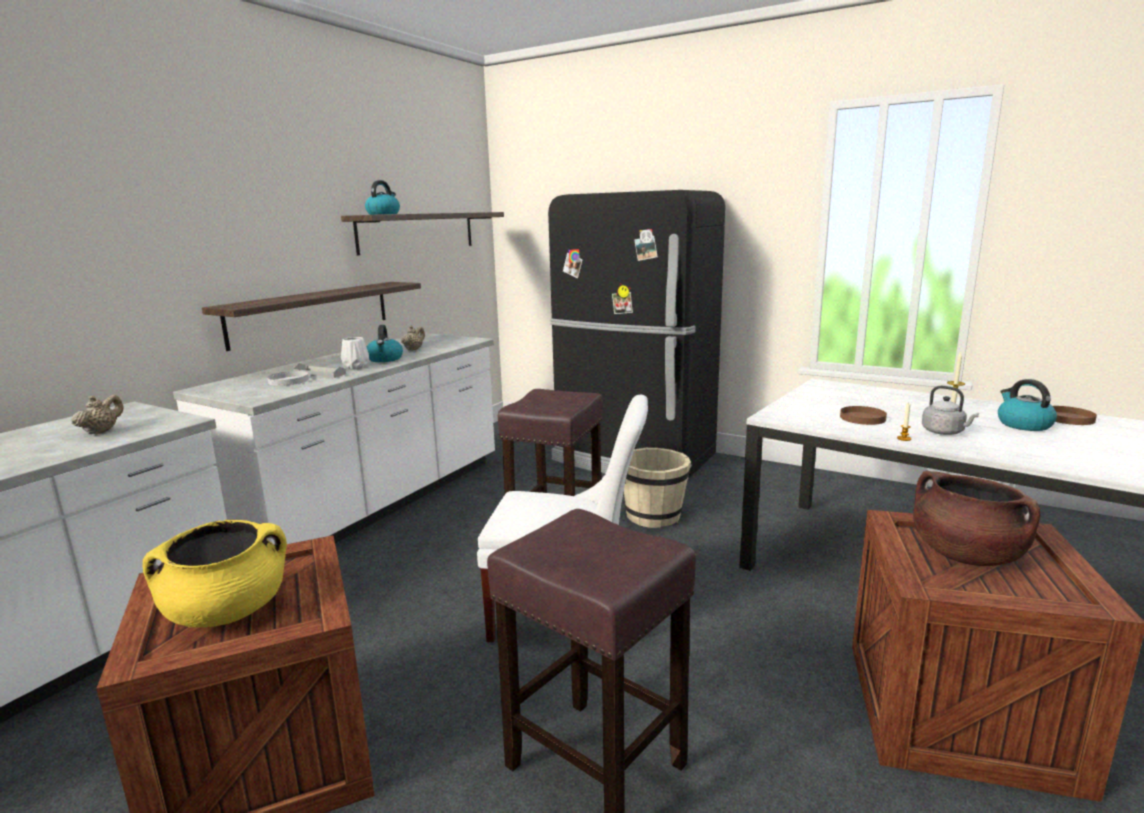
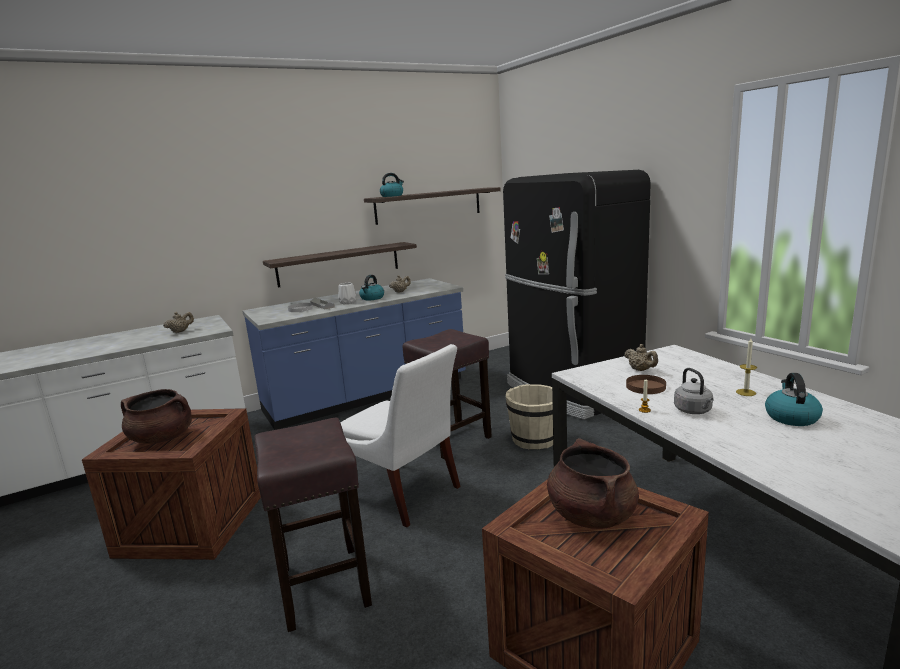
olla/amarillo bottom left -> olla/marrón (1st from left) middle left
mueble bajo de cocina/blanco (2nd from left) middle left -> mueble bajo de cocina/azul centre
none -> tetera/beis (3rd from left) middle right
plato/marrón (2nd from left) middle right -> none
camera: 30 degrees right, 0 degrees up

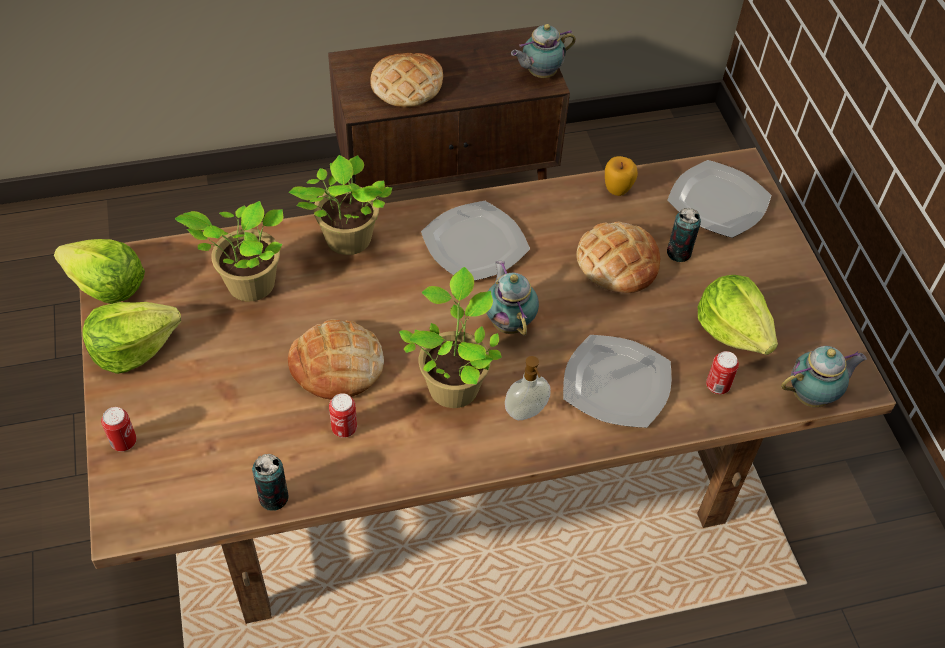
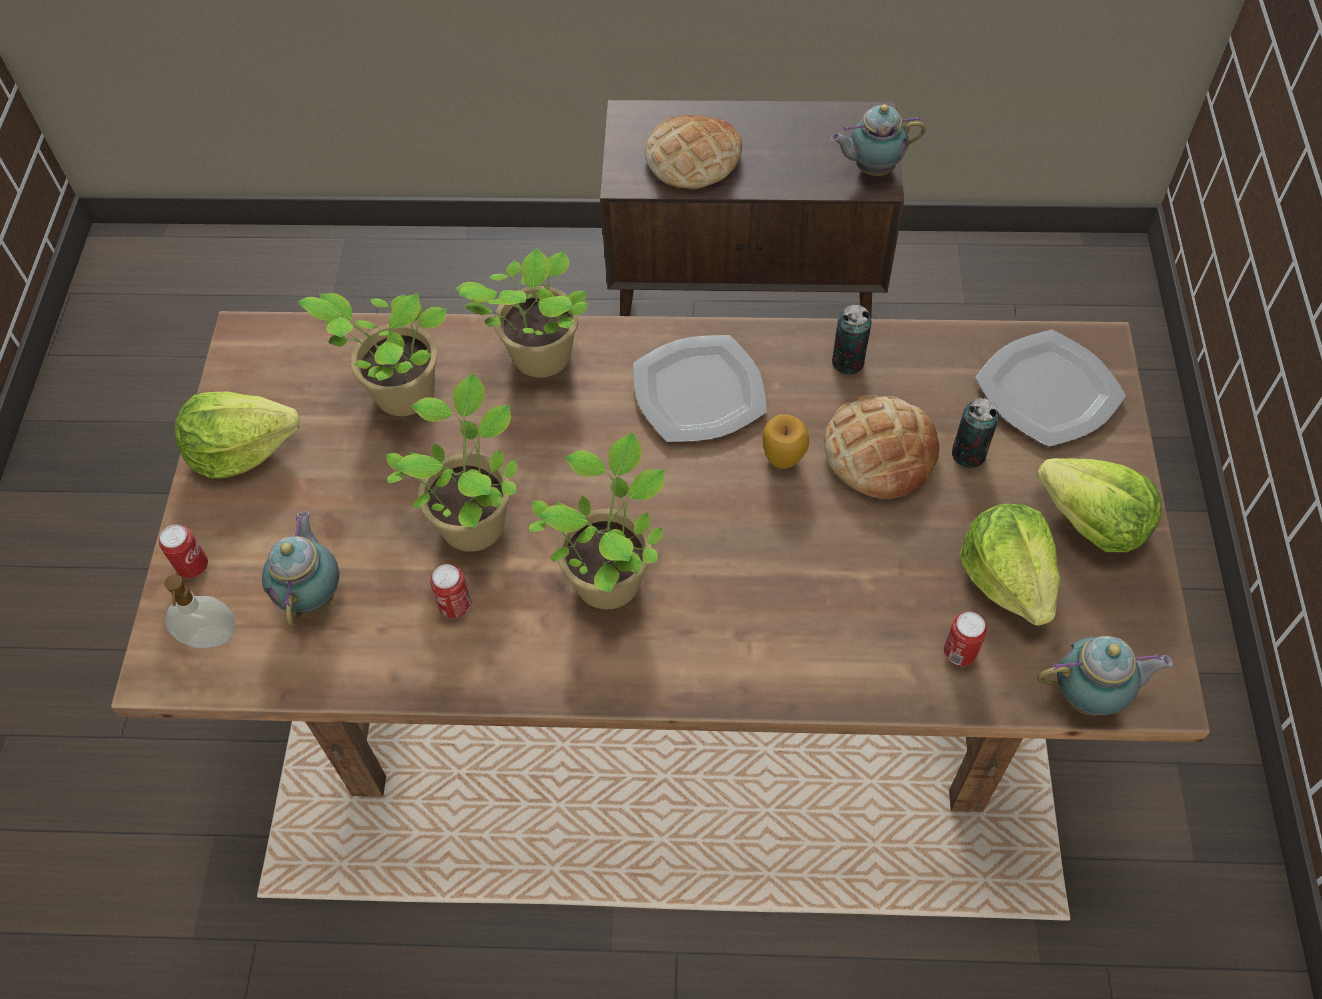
dispensador de jabón centre -> dispensador de jabón middle left, move
tetera (1st from left) centre -> tetera (1st from left) middle left, move
pan (1st from left) centre -> planta en maceta (2nd from left) centre
manzana top centre -> manzana centre, move
lata (2nd from left in the first image) bottom left -> lata (3rd from left) centre, move
lechuga (1st from left in the first image) middle left -> lechuga (3rd from left) middle right, move
plato (2nd from left) centre -> none
camera: 20 degrees right, 5 degrees up

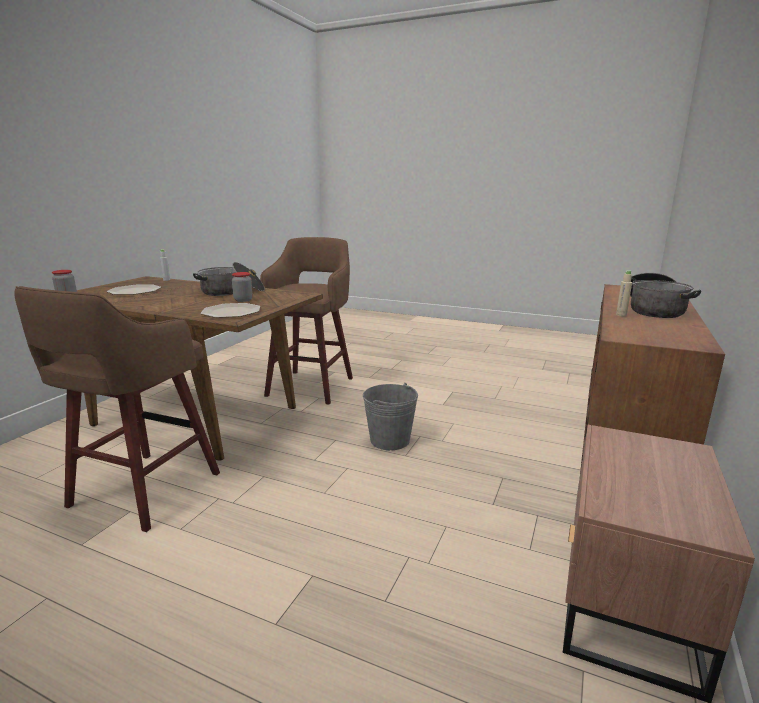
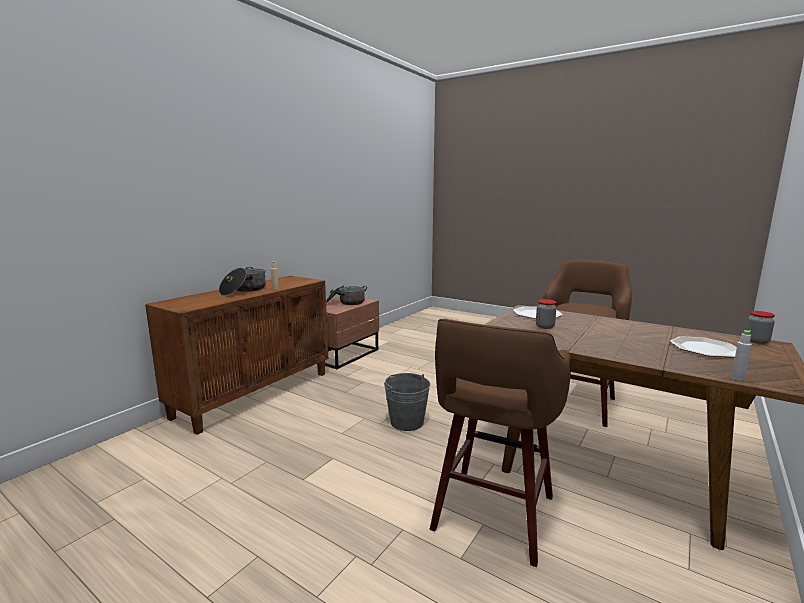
olla (1st from left in the first image) middle left -> olla (2nd from left) centre, move
camera: 170 degrees left, 5 degrees down

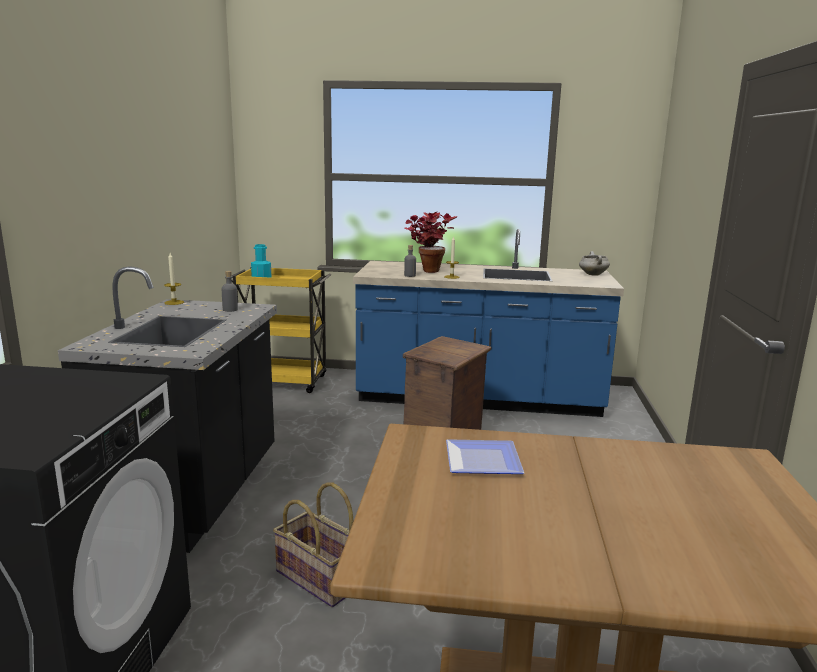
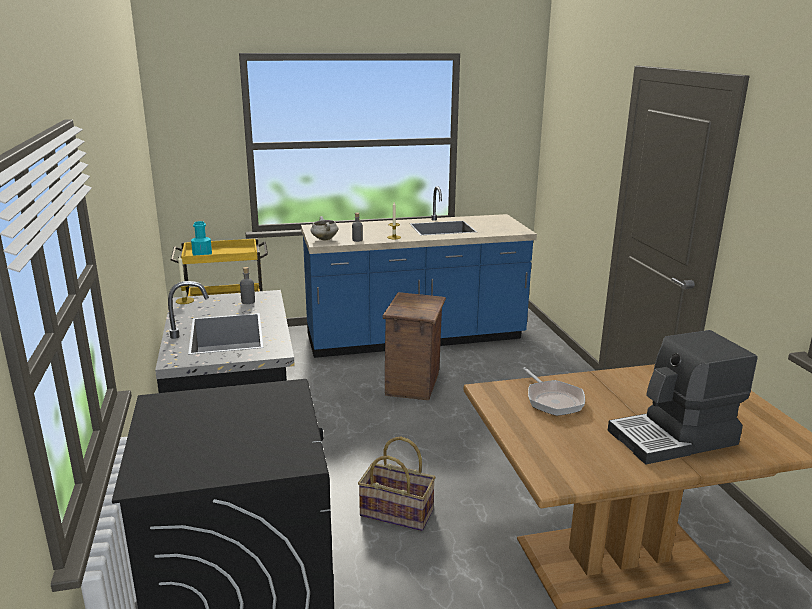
olla/blanco middle right -> olla/blanco centre, move
plato bottom centre -> sartén middle right
none -> cafetera middle right
planta en maceta centre -> none
camera: 20 degrees left, 5 degrees up

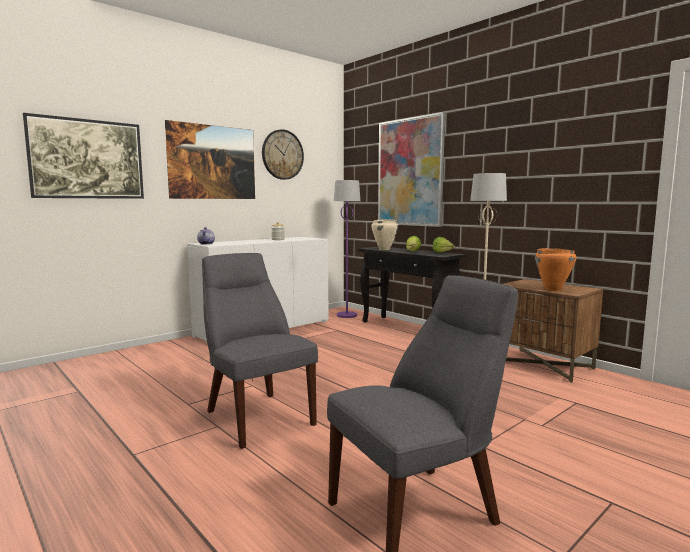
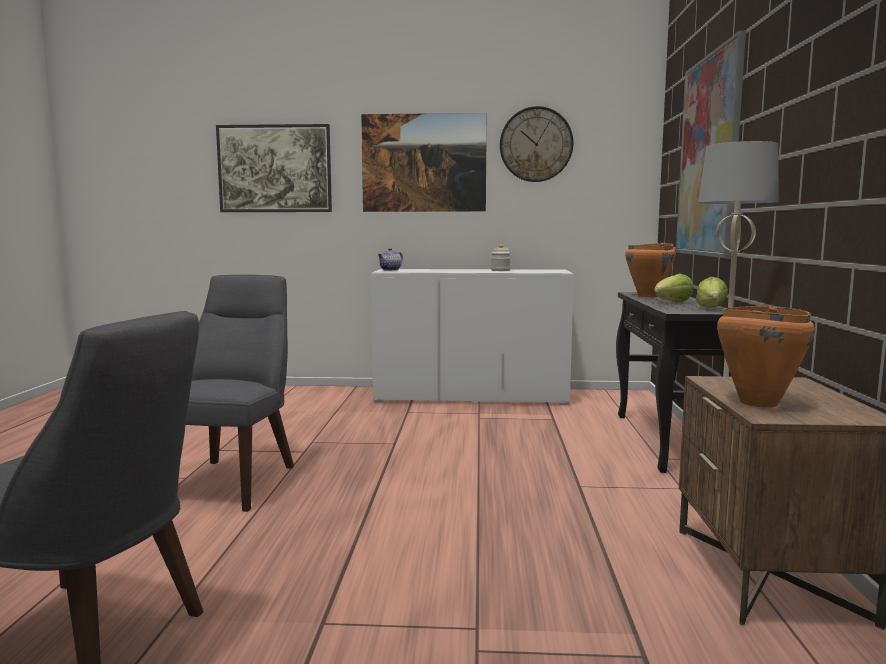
olla/beis centre -> olla/naranja (1st from left) middle right
lámpara de pie/morado centre -> none
camera: 45 degrees right, 0 degrees up

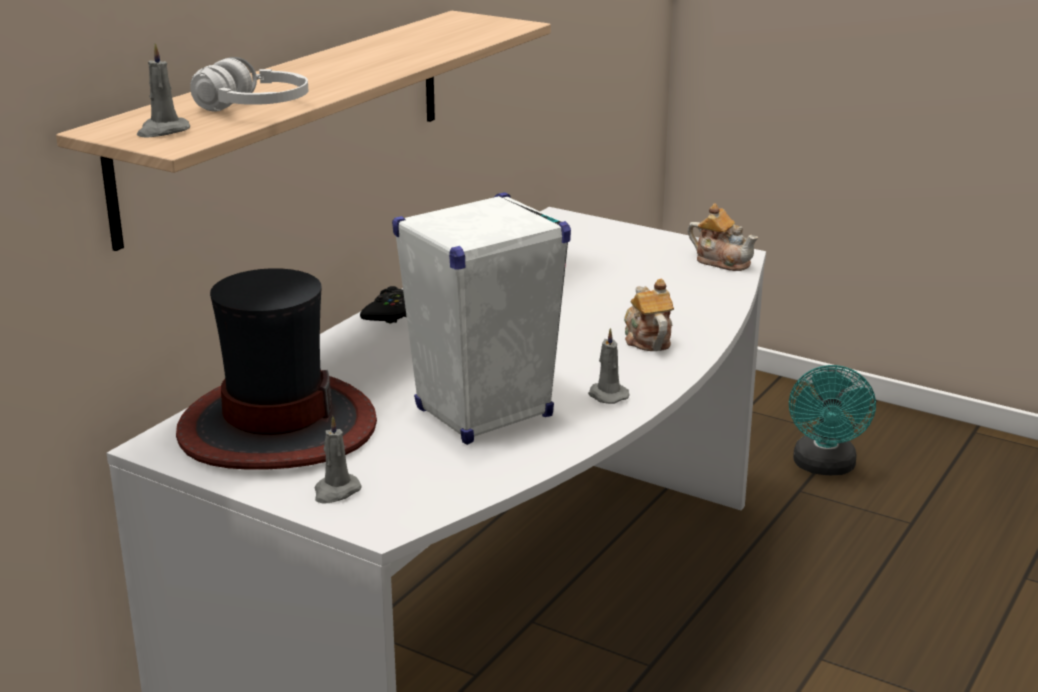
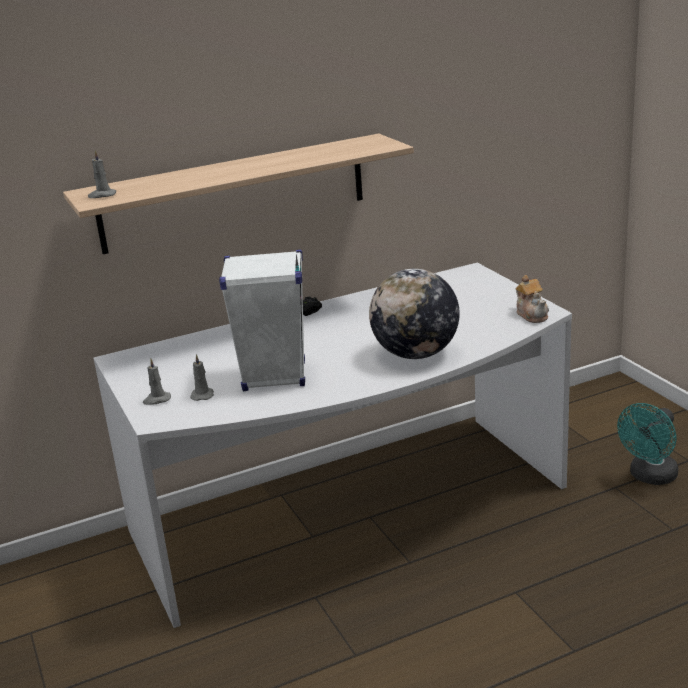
vela/gris (3rd from left) centre -> vela/gris (3rd from left) middle left, move
tetera (1st from left) centre -> globo terráqueo centre
sombrero middle left -> none
auriculares/blanco top left -> none
camera: 35 degrees right, 0 degrees up

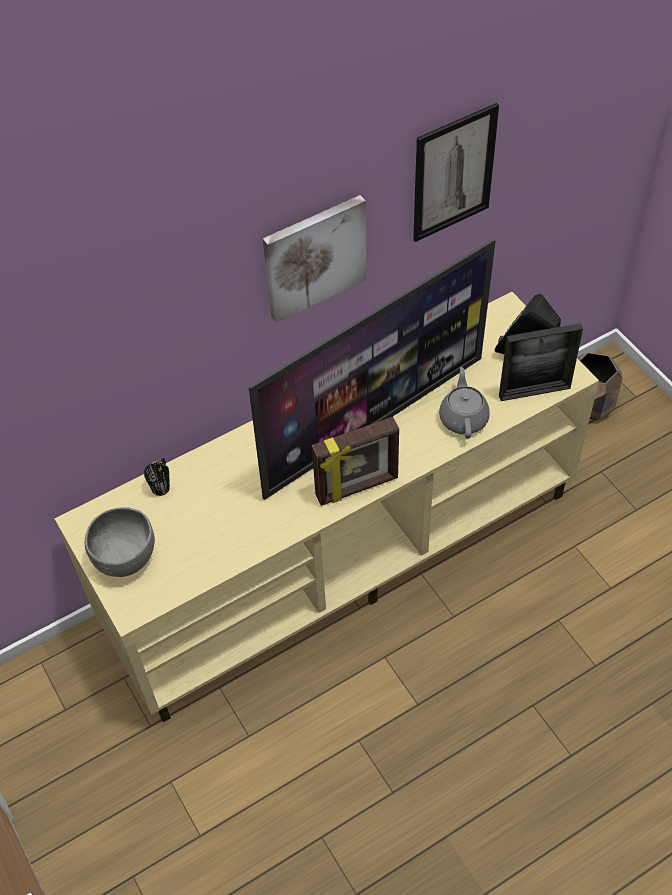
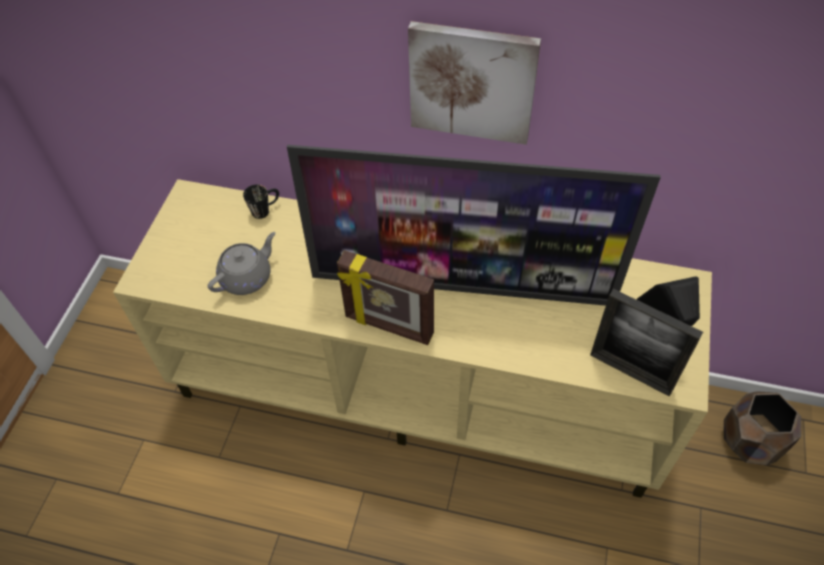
tetera/gris middle right -> tetera/gris middle left, move
cuenco/gris middle left -> none
cuadro (2nd from left) top right -> none
camera: 45 degrees right, 0 degrees up

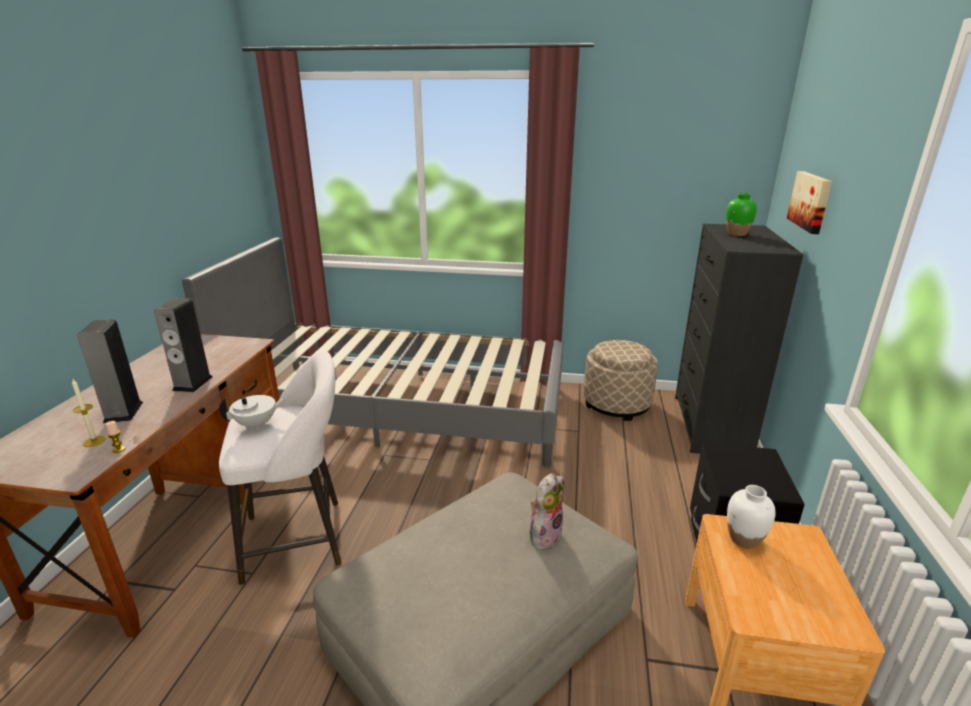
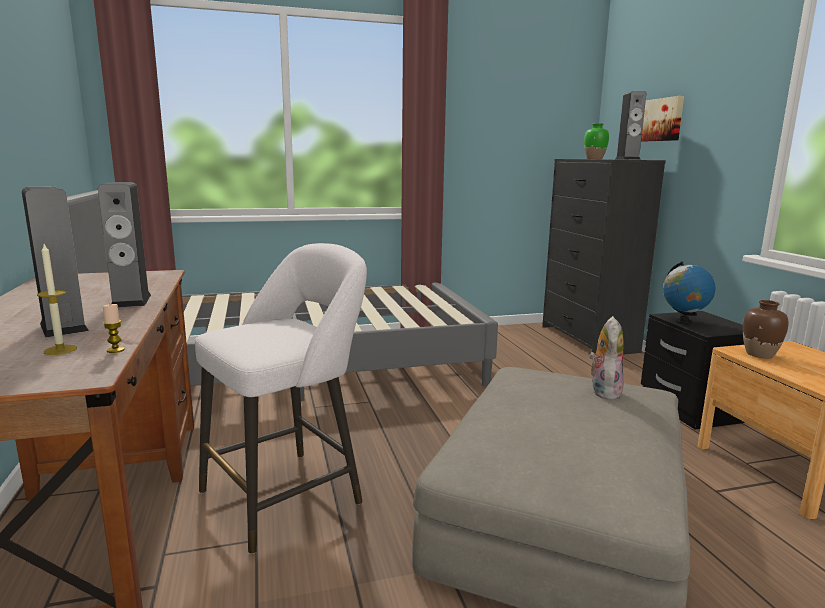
none -> altavoz (3rd from left) top right
none -> globo terráqueo middle right
florero/blanco bottom right -> florero/marrón middle right
tetera/blanco middle left -> none
puf/beis (2nd from left) centre -> none
camera: 25 degrees left, 10 degrees down

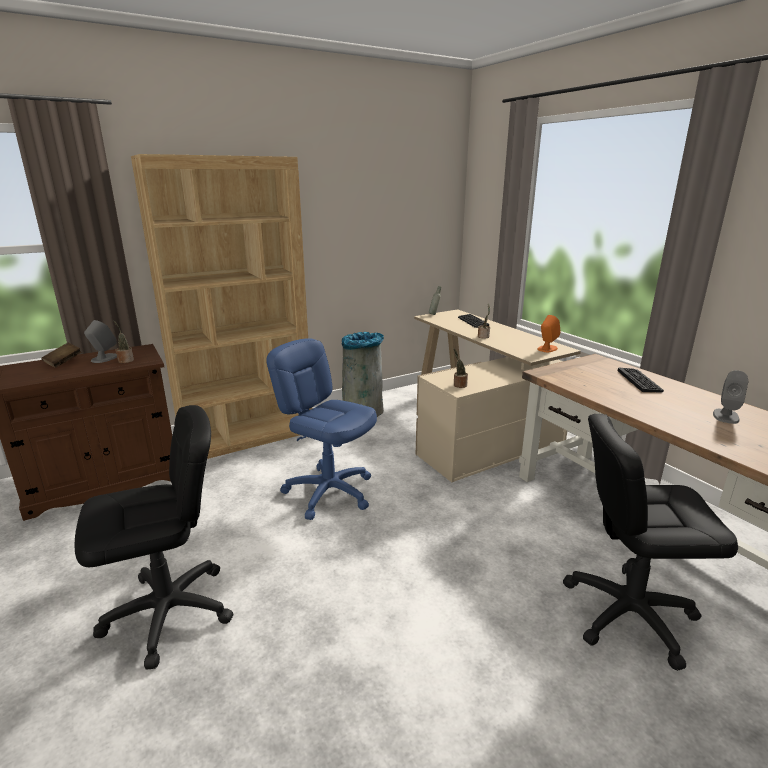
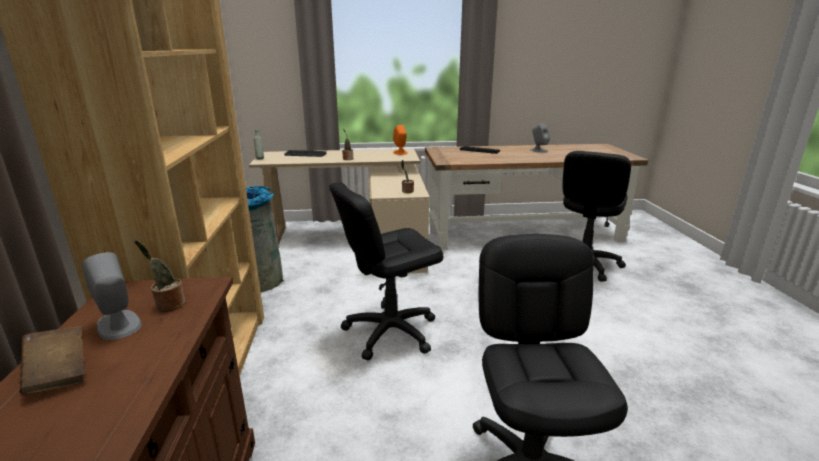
silla de oficina/azul centre -> silla de oficina/negro (1st from left) centre
camera: 65 degrees left, 0 degrees up

